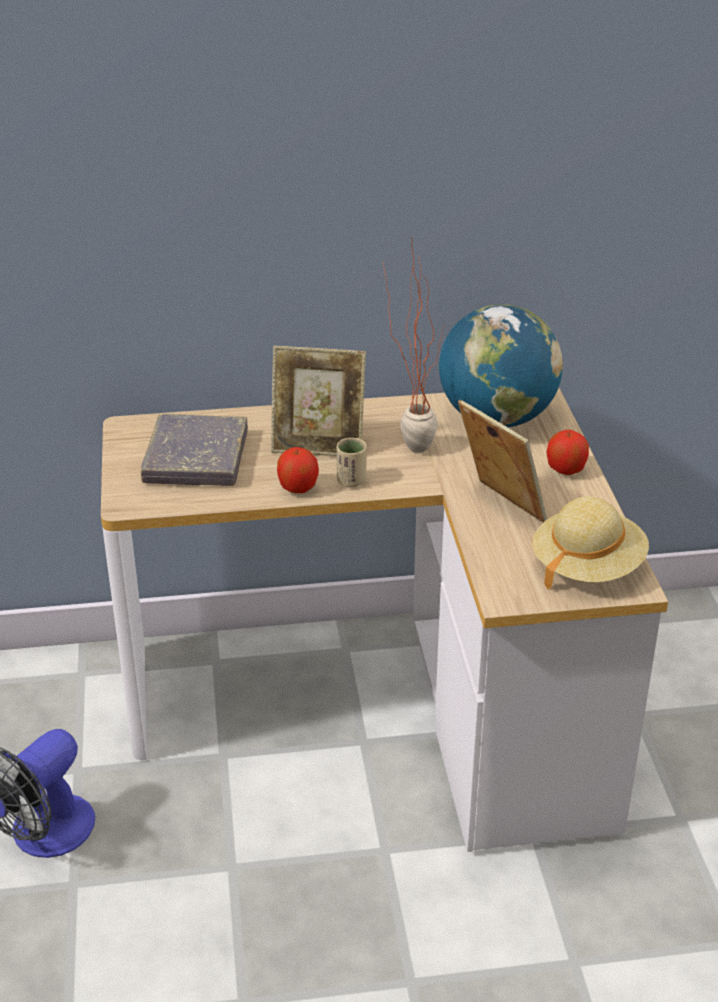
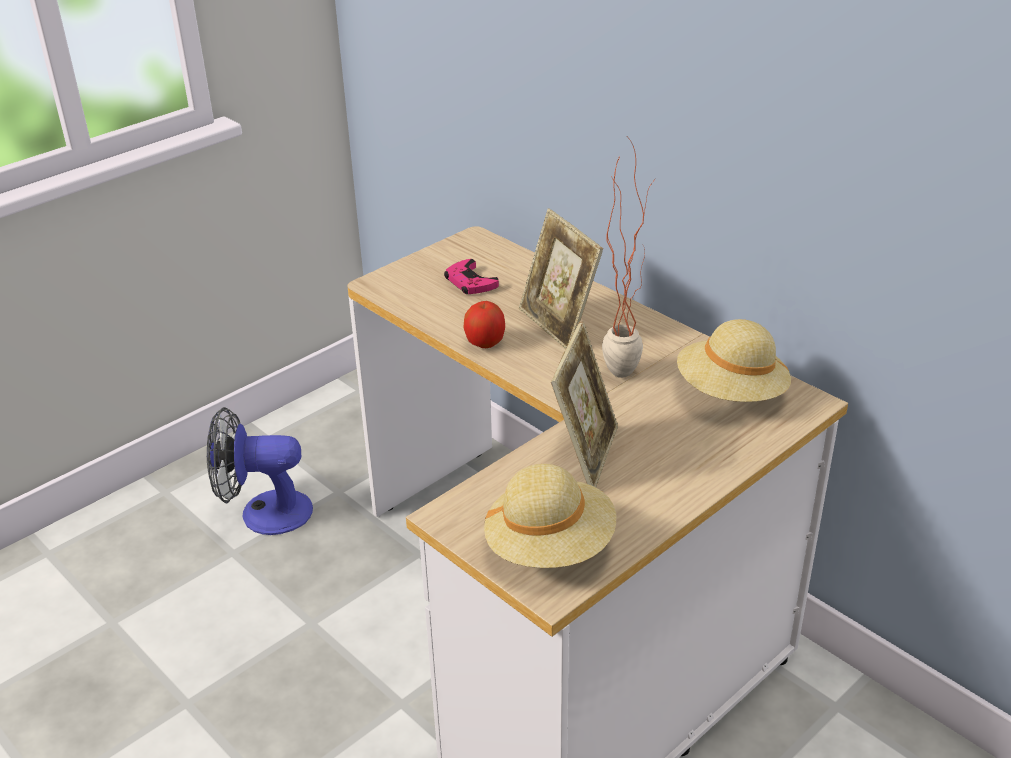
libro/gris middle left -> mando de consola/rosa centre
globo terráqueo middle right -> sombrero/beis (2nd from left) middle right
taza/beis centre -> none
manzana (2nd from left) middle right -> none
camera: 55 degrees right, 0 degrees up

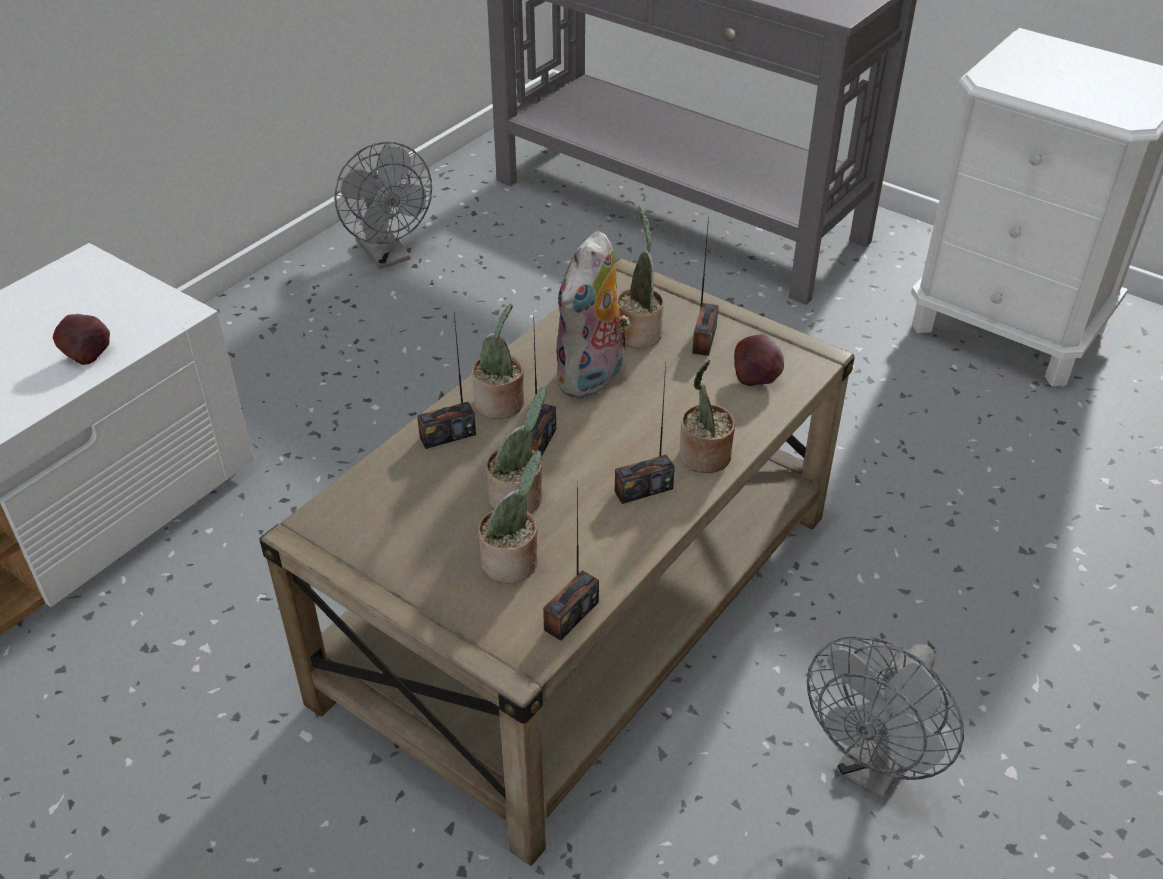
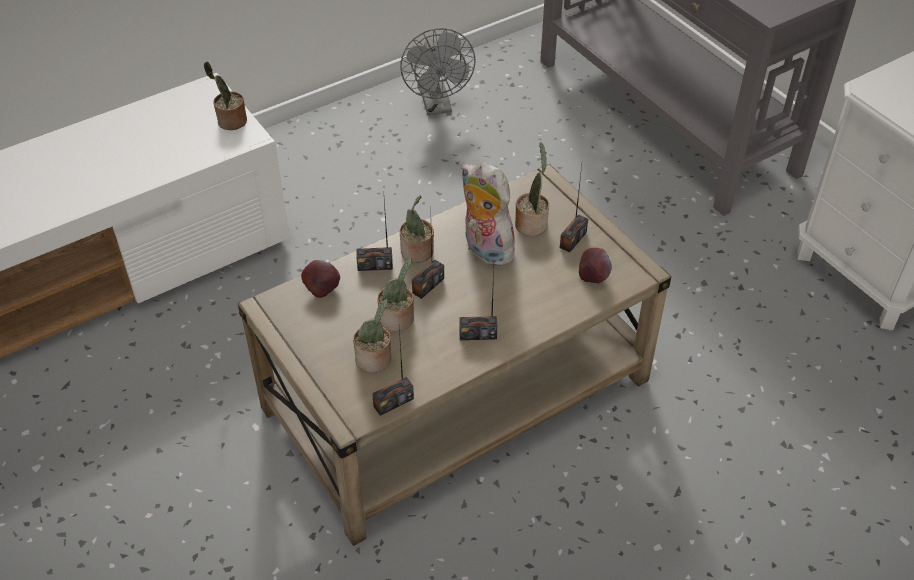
planta en maceta (5th from left in the first image) centre -> planta en maceta (1st from left) top left, move
manzana (1st from left) middle left -> manzana (1st from left) centre, move
peluche centre, 90 degrees clockwise
ventilador/gris (2nd from left) bottom right -> none
camera: 20 degrees right, 5 degrees up

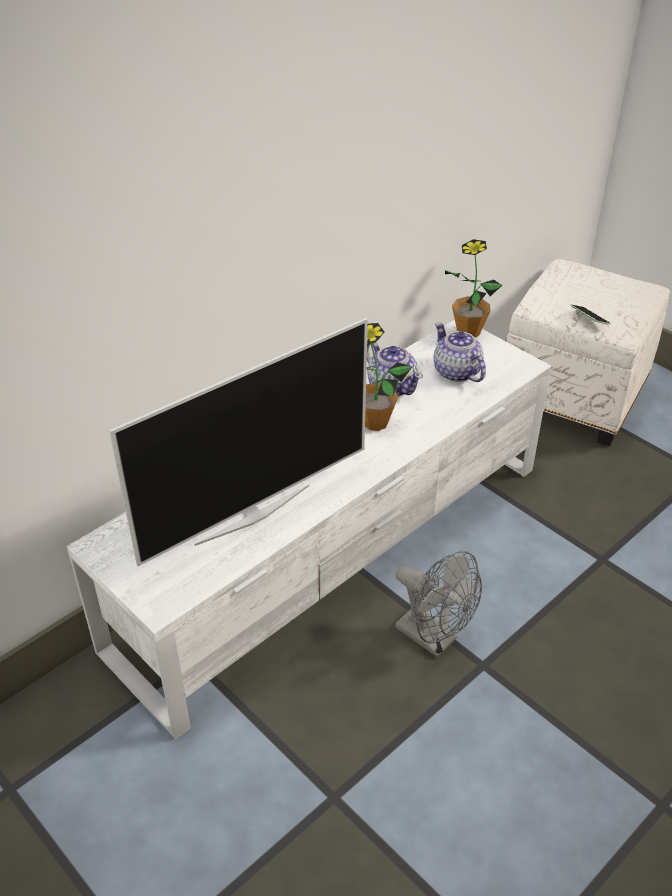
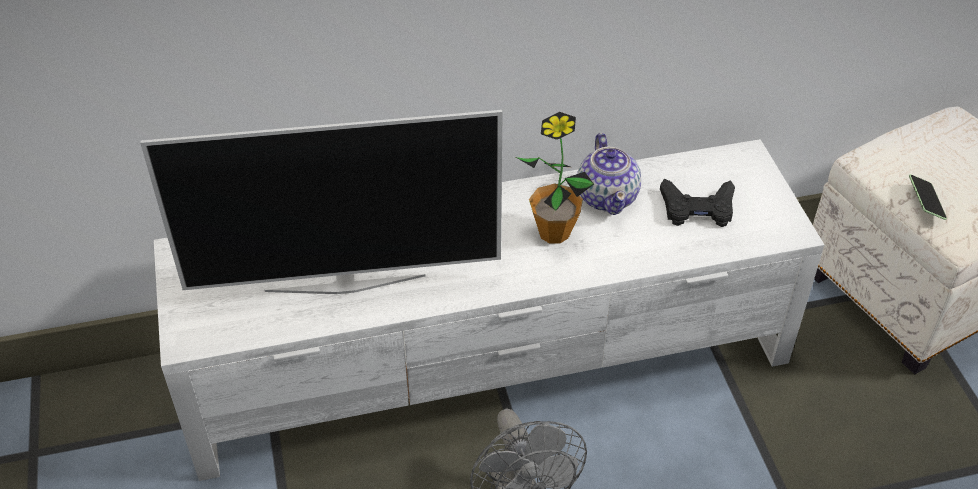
tetera (2nd from left) middle right -> mando de consola/negro middle right
planta en maceta (2nd from left) top right -> none
camera: 30 degrees right, 5 degrees up

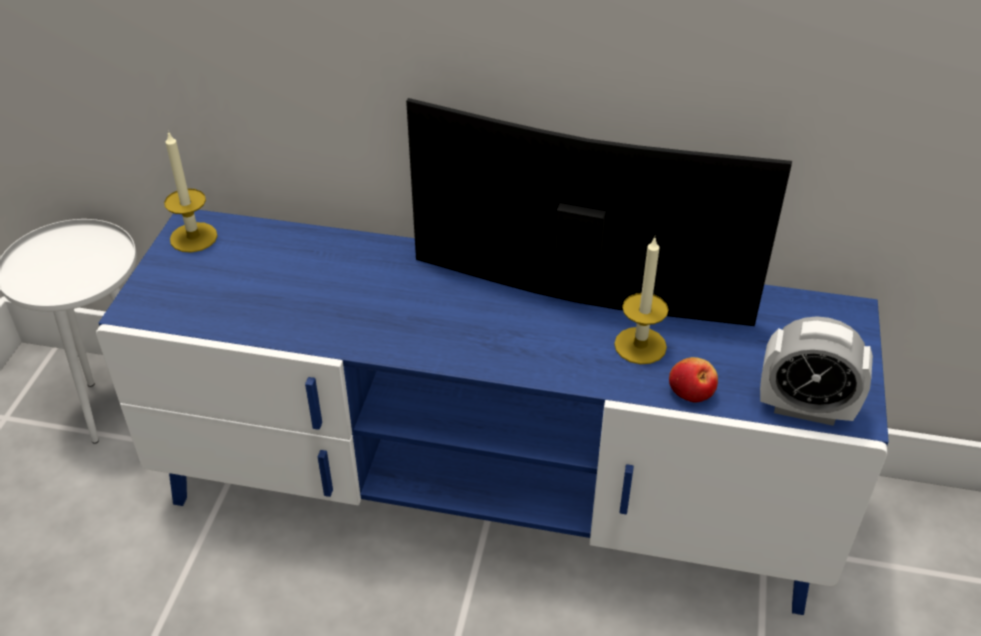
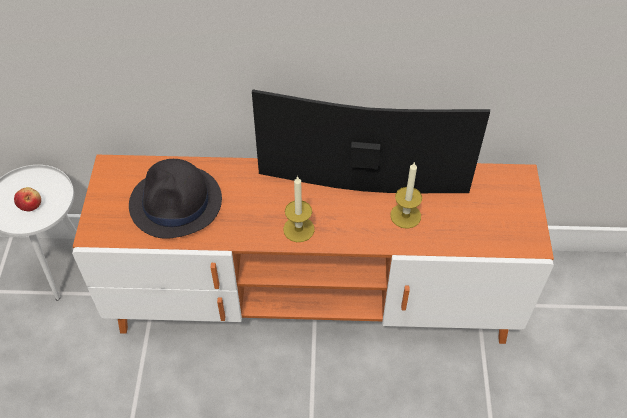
manzana middle right -> manzana middle left, move
mueble de televisión/azul centre -> mueble de televisión/naranja centre
none -> sombrero/negro middle left
vela (1st from left) top left -> vela (1st from left) centre, move
despertador middle right -> none
camera: 10 degrees left, 10 degrees up

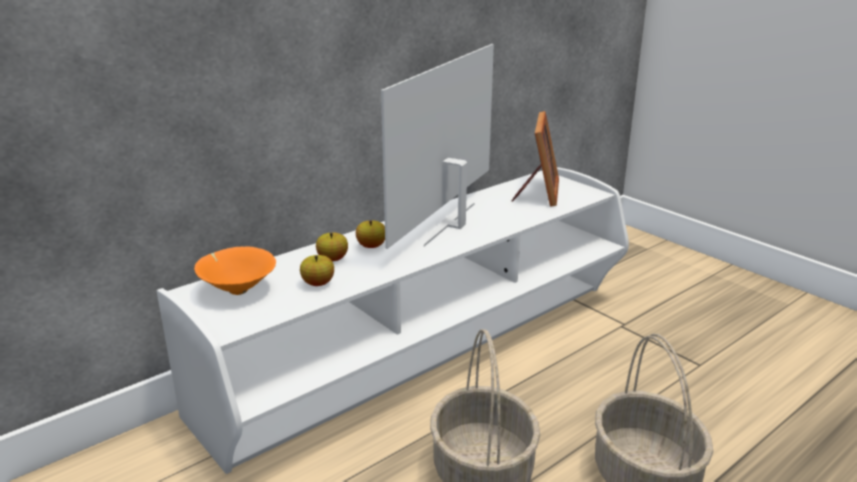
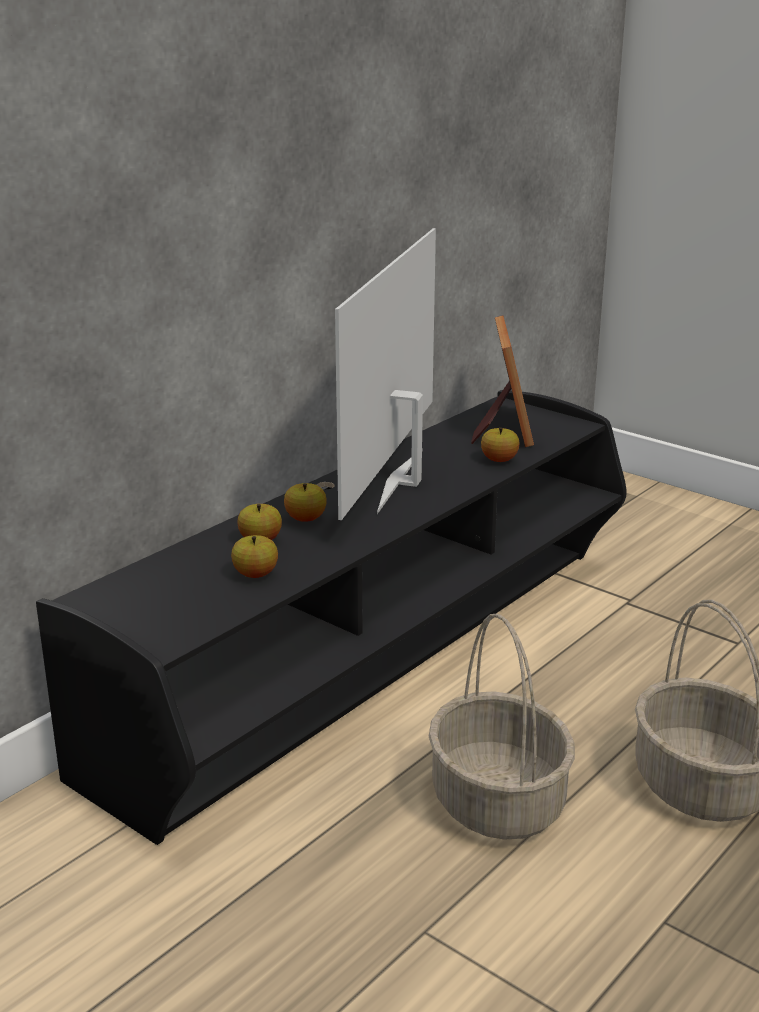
mueble de televisión/blanco centre -> mueble de televisión/negro centre
none -> manzana (4th from left) centre
cuenco/naranja middle left -> none
camera: 10 degrees left, 0 degrees up

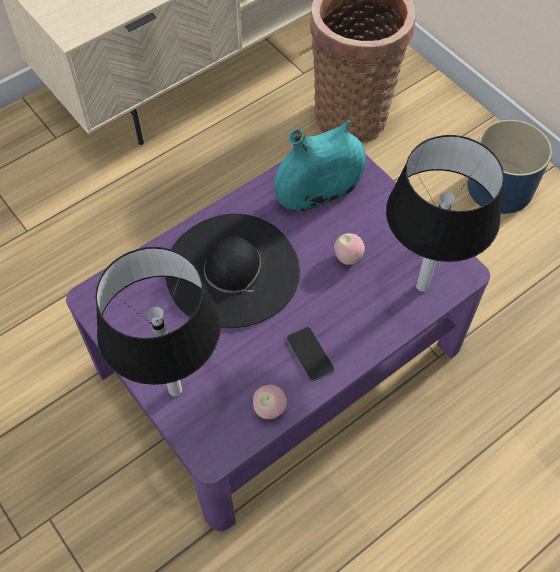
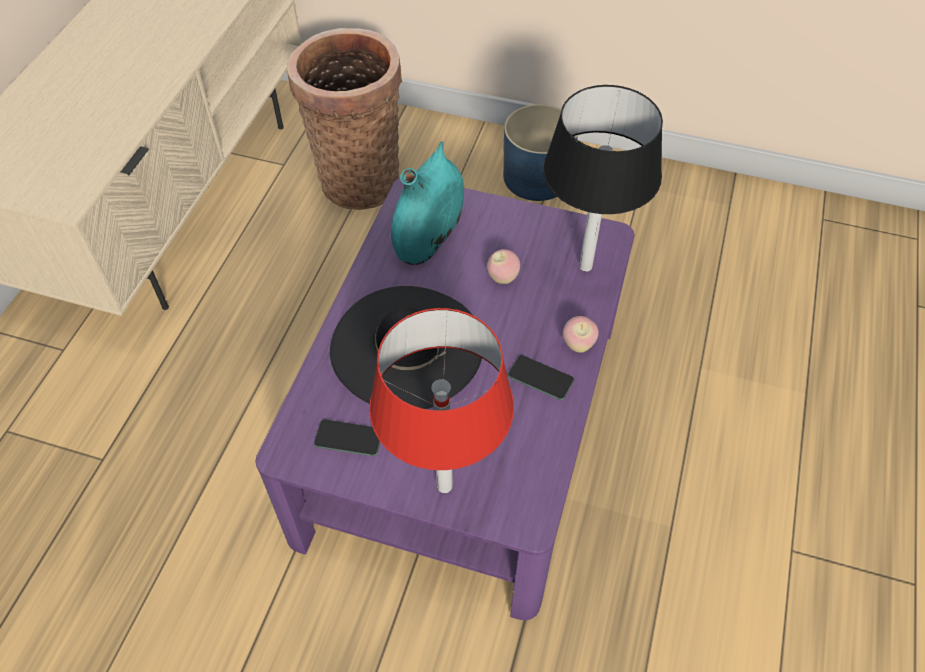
none -> móvil (1st from left) centre
lámpara de mesa/negro (1st from left) middle left -> lámpara de mesa/rojo centre
manzana (1st from left in the first image) bottom centre -> manzana (2nd from left) centre, move
camera: 35 degrees left, 5 degrees down

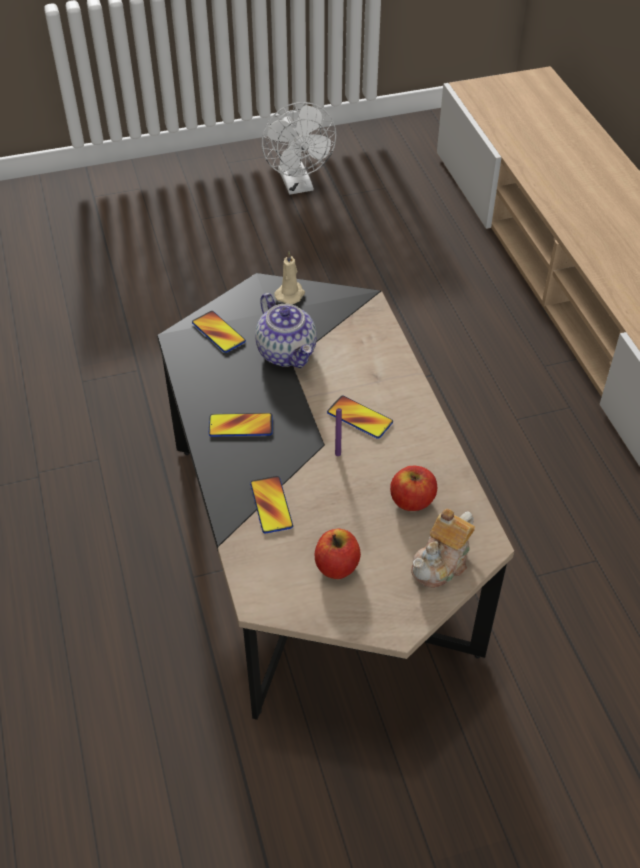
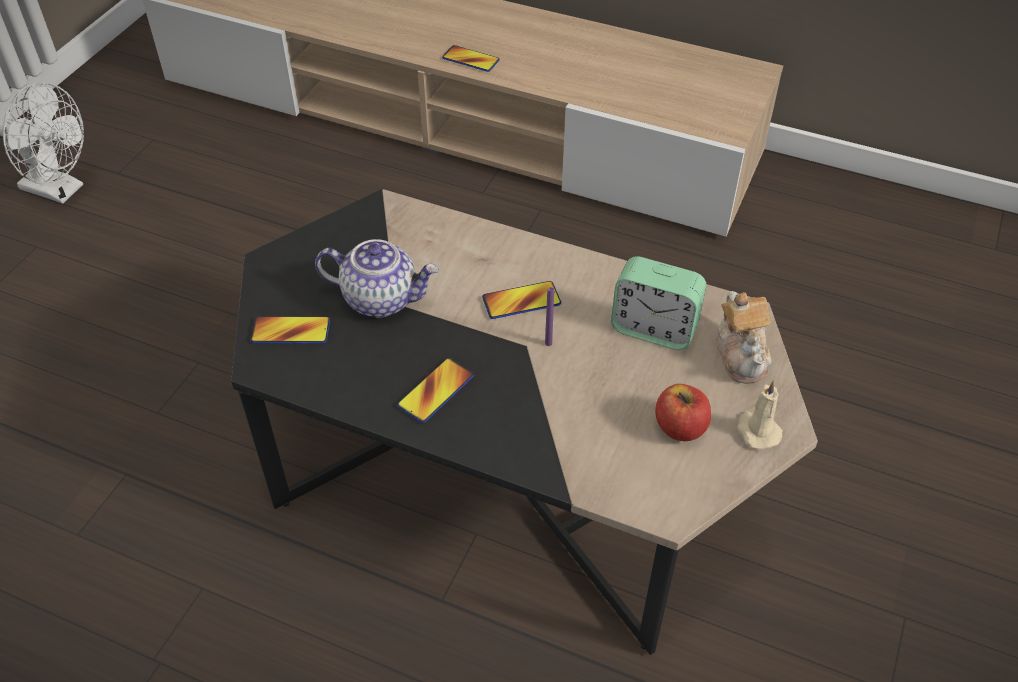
móvil (3rd from left) centre -> móvil (3rd from left) top centre, move
manzana (2nd from left) centre -> despertador centre
vela/beis top centre -> vela/beis middle right, move
camera: 50 degrees left, 0 degrees up

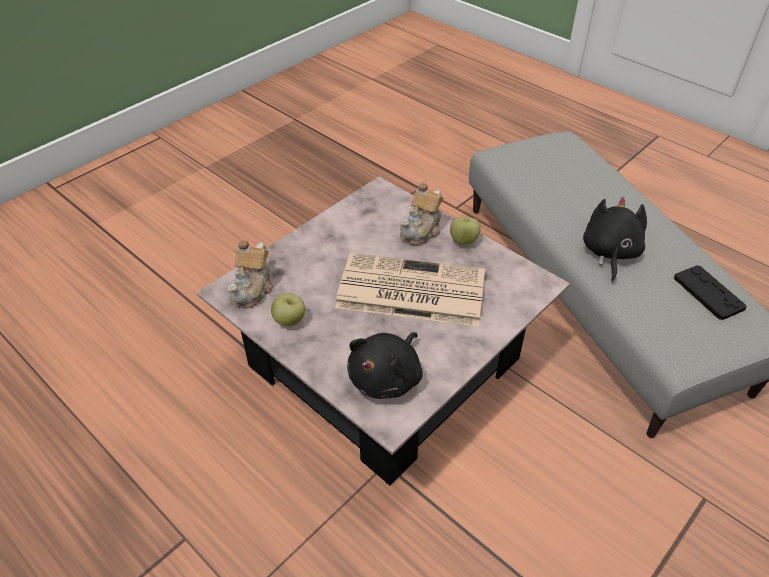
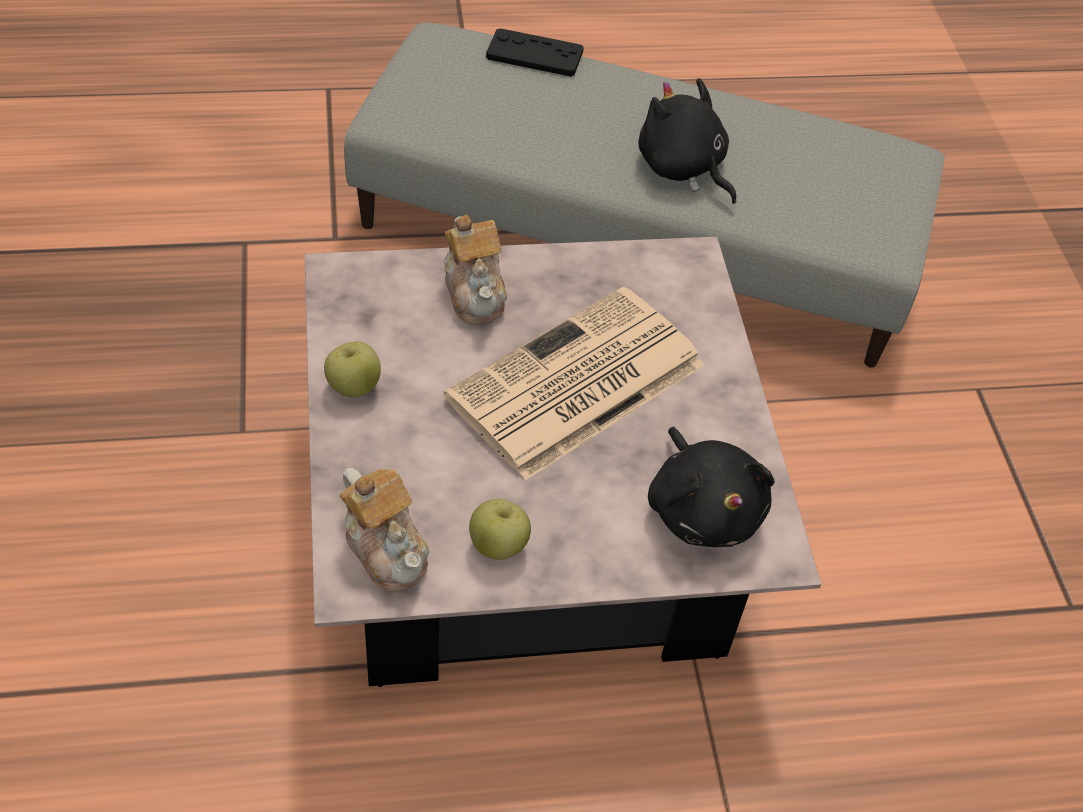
manzana (2nd from left in the first image) centre -> manzana (1st from left) middle left, move
mando de consola/negro middle right -> mando de consola/negro top centre, move
camera: 55 degrees left, 5 degrees up

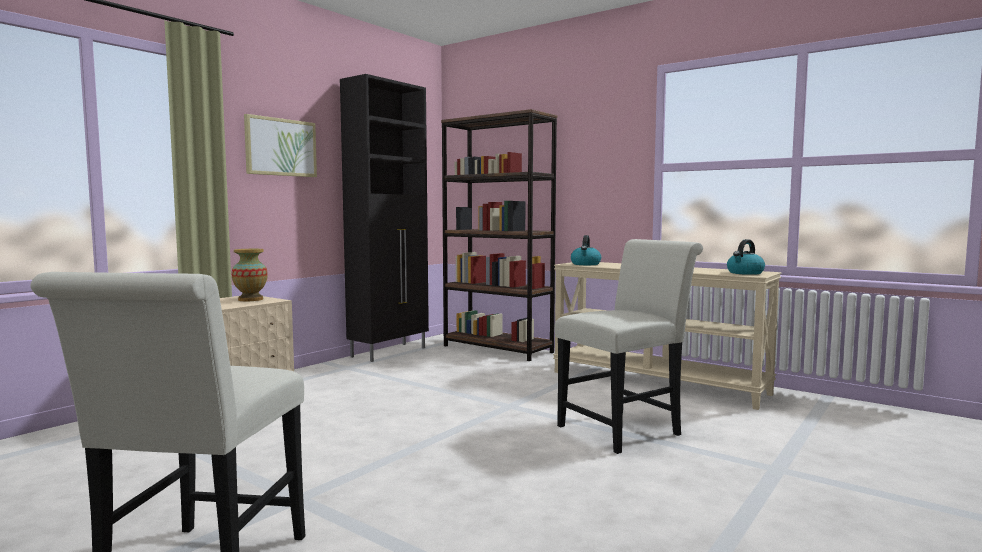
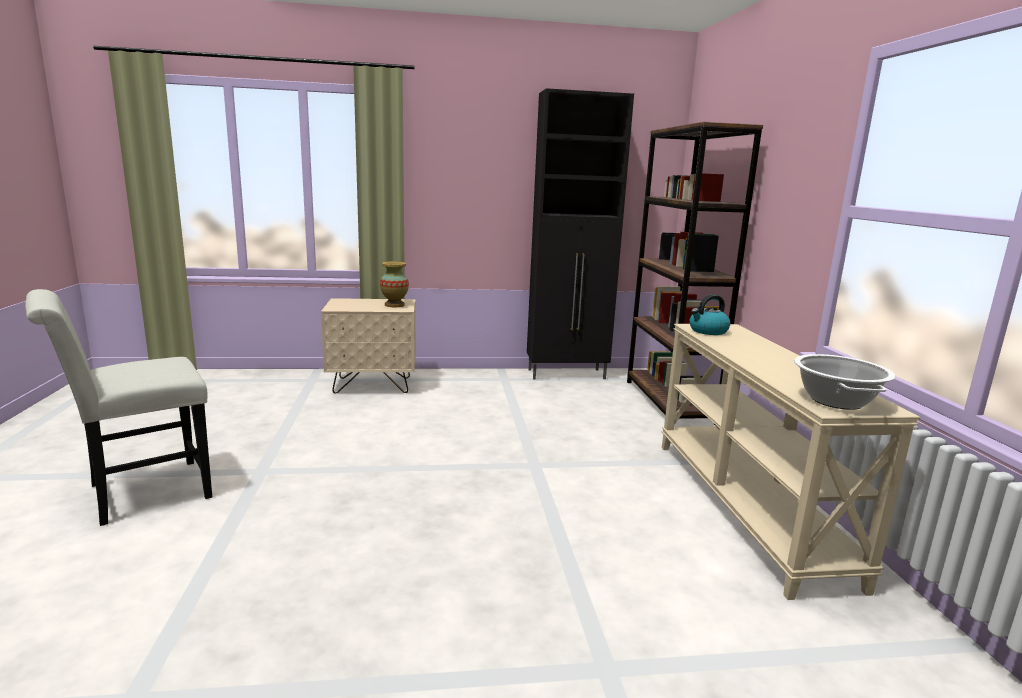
hervidor (2nd from left) middle right -> olla middle right
cuadro top left -> none
silla/blanco (2nd from left) centre -> none
camera: 45 degrees right, 10 degrees up

